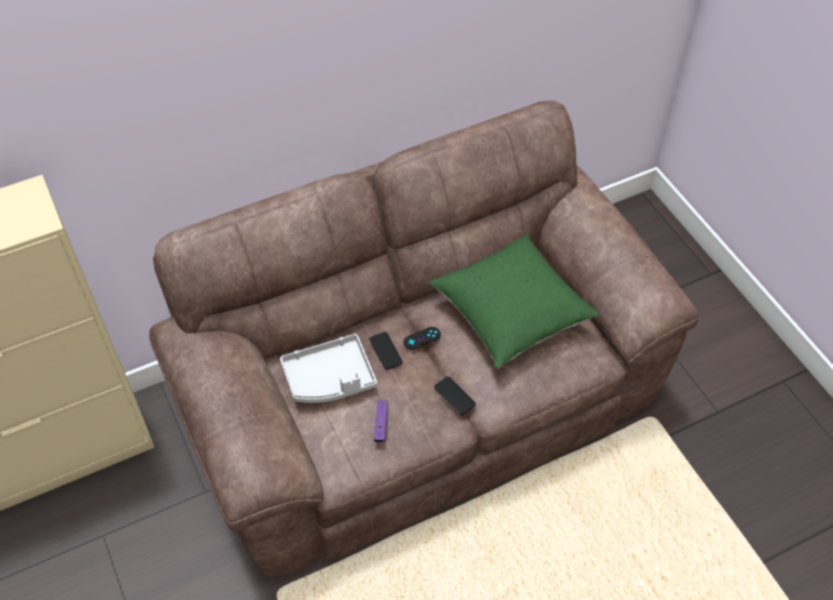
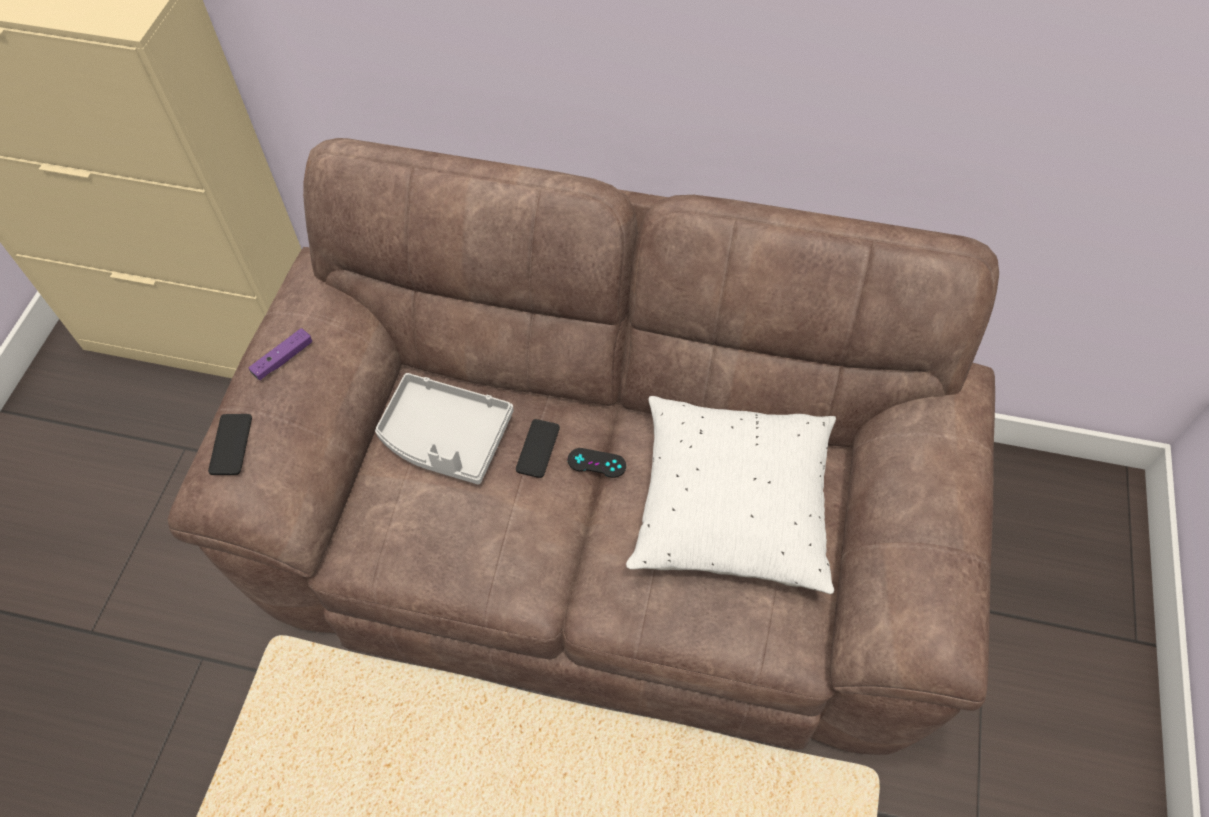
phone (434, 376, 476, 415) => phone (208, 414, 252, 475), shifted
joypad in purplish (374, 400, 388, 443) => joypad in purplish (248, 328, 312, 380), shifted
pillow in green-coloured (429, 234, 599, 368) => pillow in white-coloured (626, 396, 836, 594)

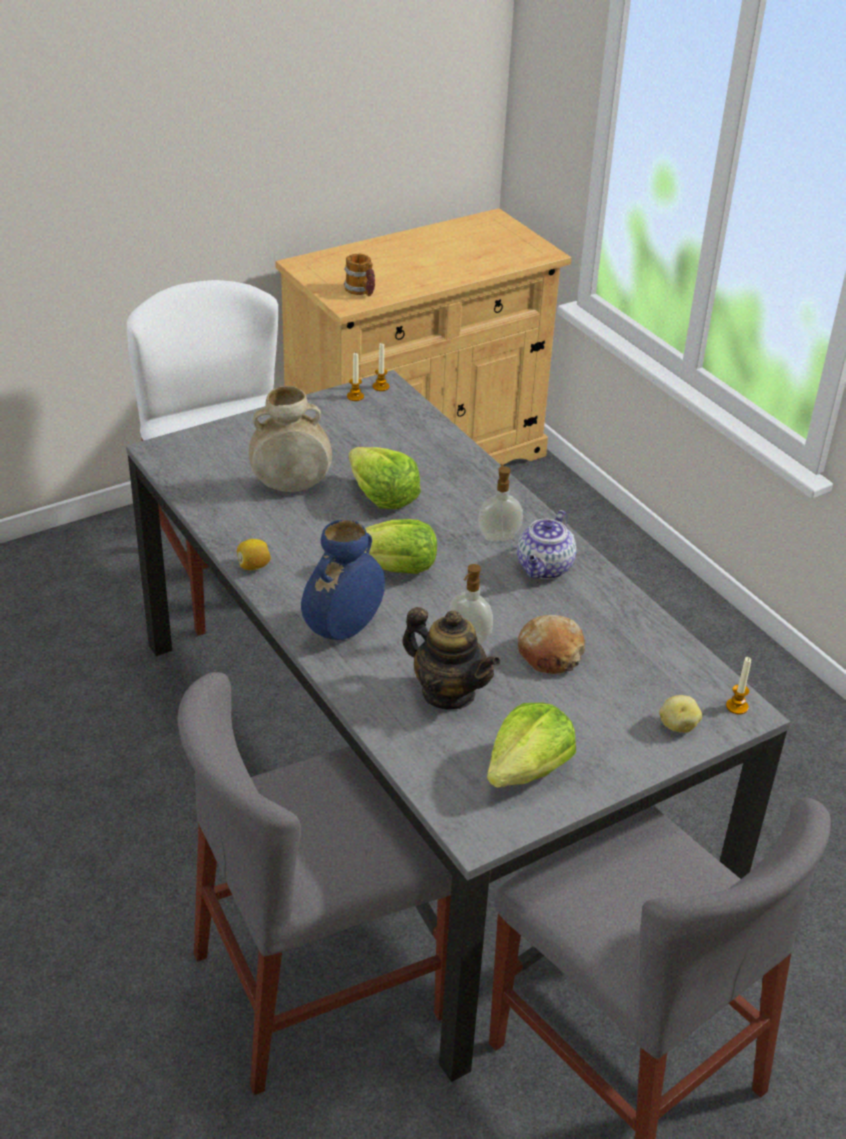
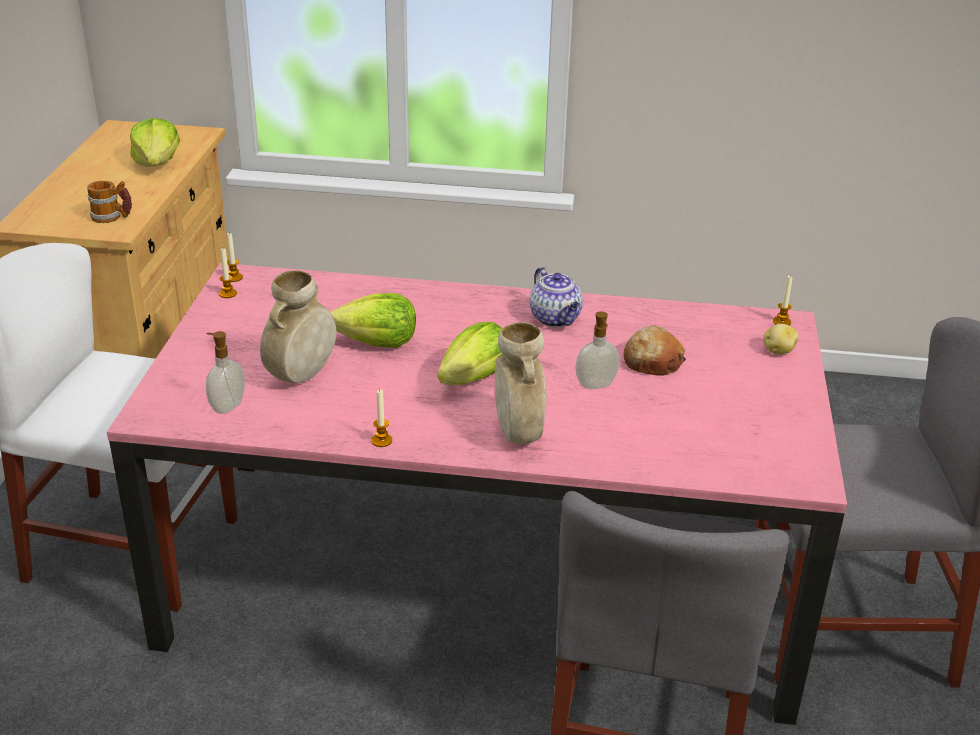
dinner table in greyish (126, 370, 790, 1082) => dinner table in pink (107, 263, 847, 725)
lettuce (487, 702, 576, 788) => lettuce (130, 118, 180, 167), shifted
soap dispenser (478, 464, 523, 541) => soap dispenser (206, 331, 245, 414), shifted
citrus fruit (237, 539, 271, 570) => wax light (371, 389, 392, 447)
vase in bluish (301, 520, 385, 640) => vase in beige-coloured (495, 322, 547, 444)
teapot (402, 607, 500, 709) => nothing

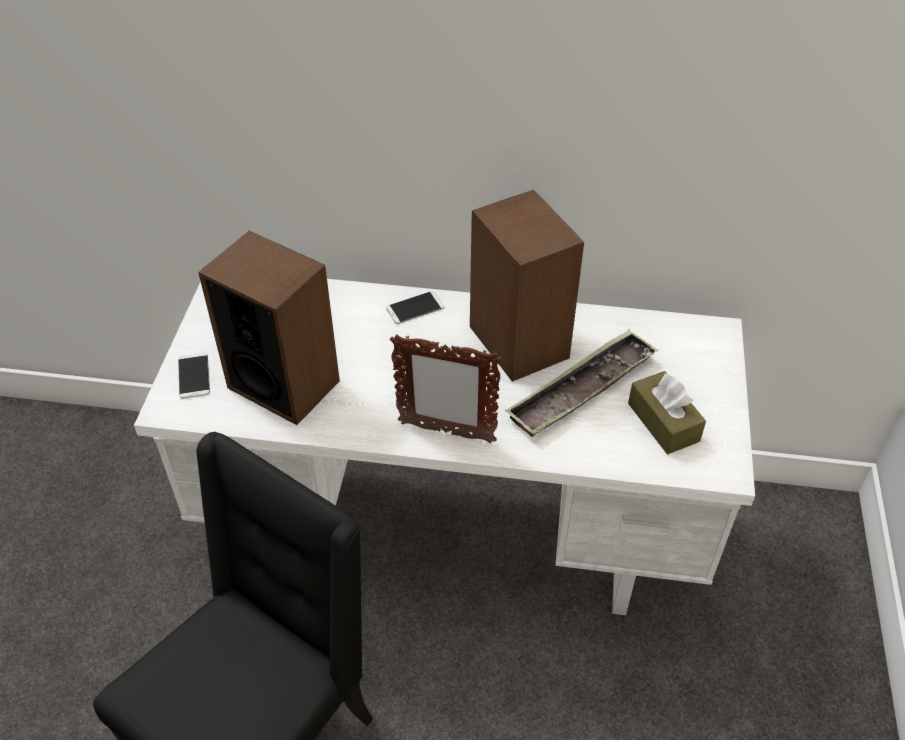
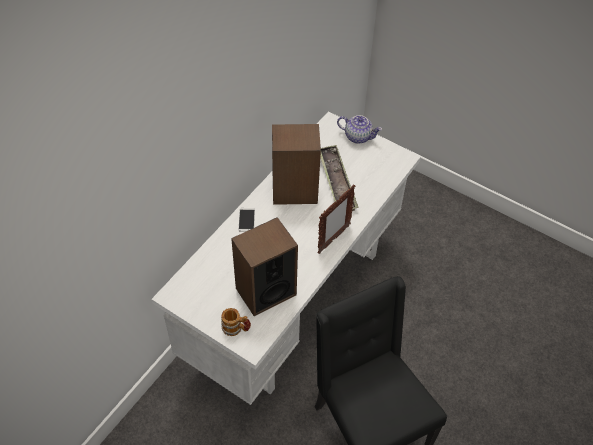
phone (178, 353, 210, 399) => mug (221, 308, 251, 336)
nothing => teapot (337, 115, 382, 144)
tissue holder in brown (628, 371, 706, 454) => nothing

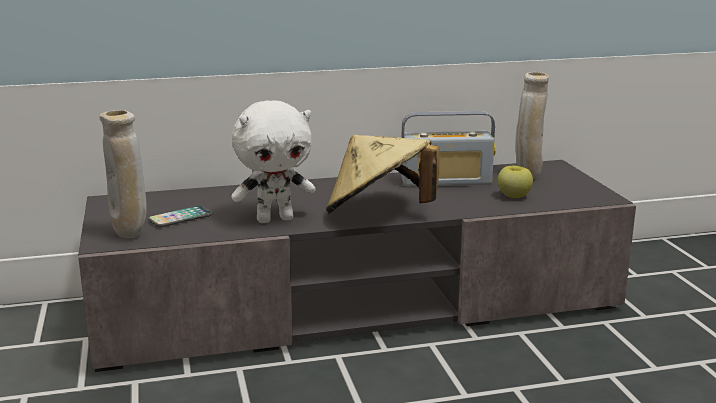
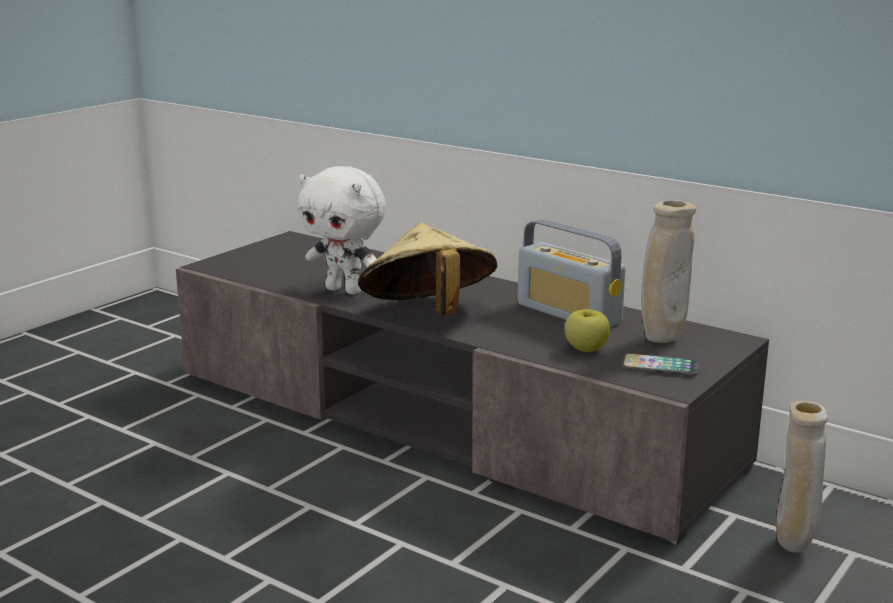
phone (148, 206, 212, 227) => phone (622, 354, 699, 376), shifted
vase in beige-coloured (99, 110, 147, 238) => vase in beige-coloured (776, 401, 828, 553), shifted

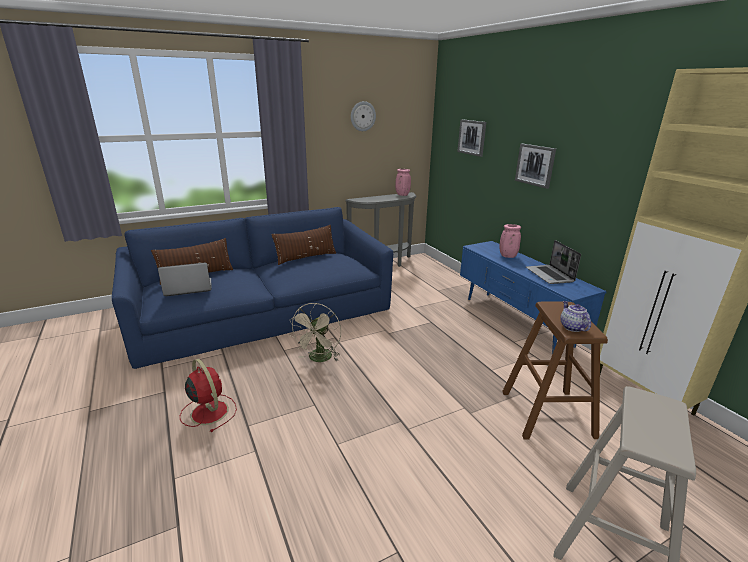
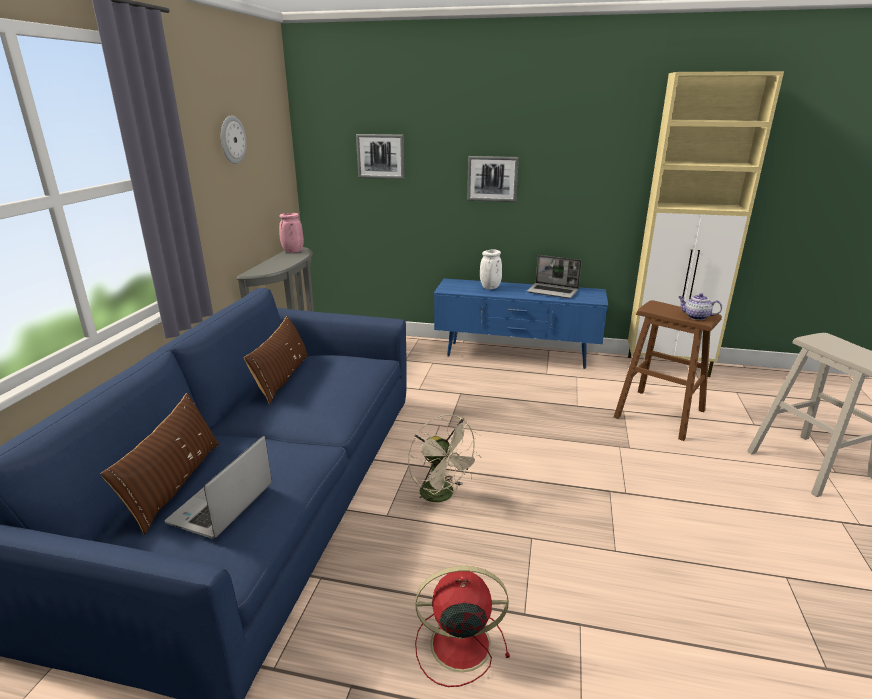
vase in pink (499, 224, 521, 258) => vase in white-coloured (480, 249, 502, 289)

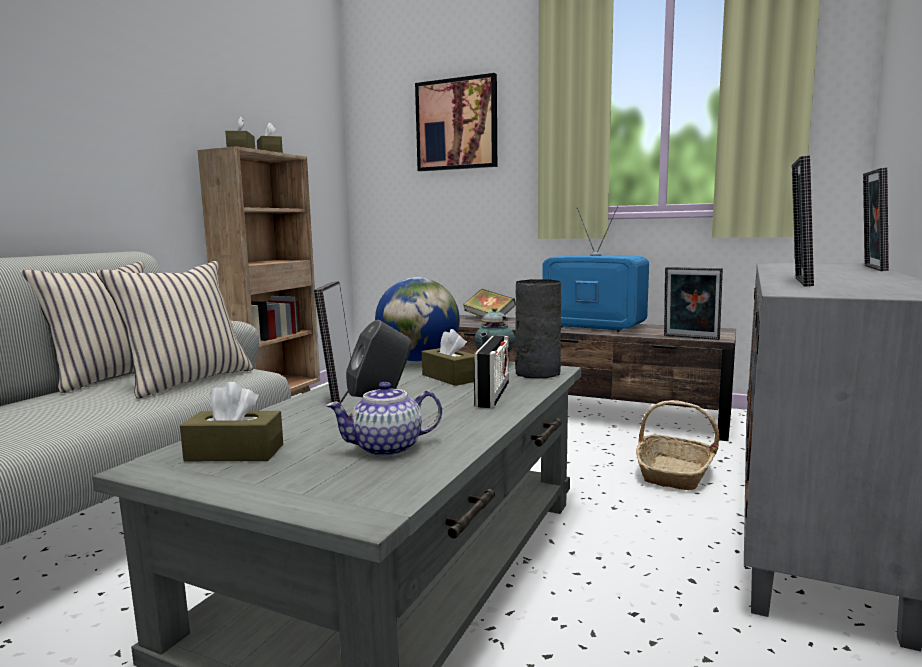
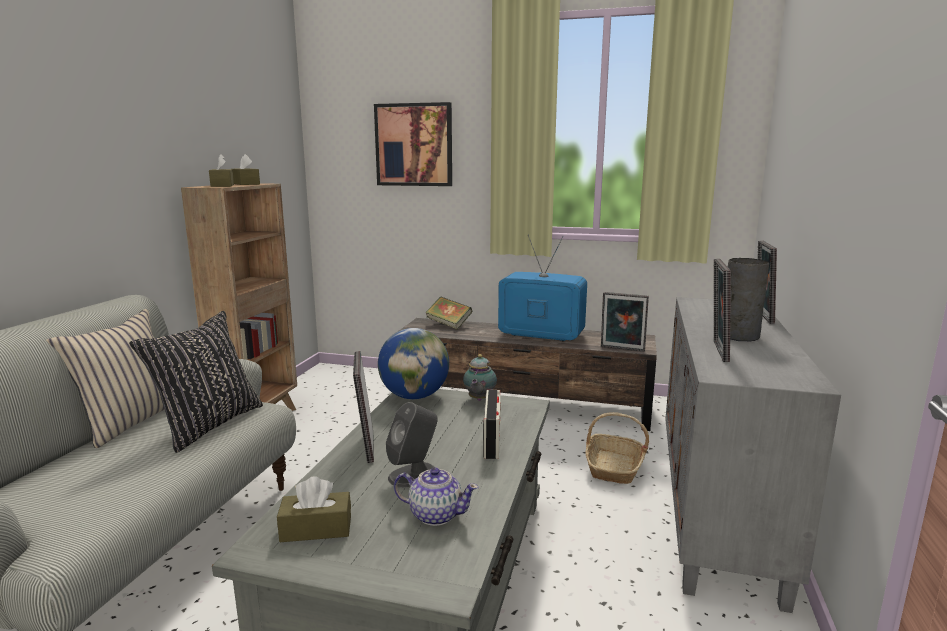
pillow in beige-coloured (96, 261, 253, 399) => pillow in blackish (129, 311, 263, 453)
teapot (326, 382, 442, 457) => teapot (394, 468, 479, 526), 135 degrees counterclockwise
vase in greyish (515, 279, 561, 379) => vase in greyish (728, 258, 769, 342), shifted
tissue holder in brown (422, 329, 475, 386) => nothing

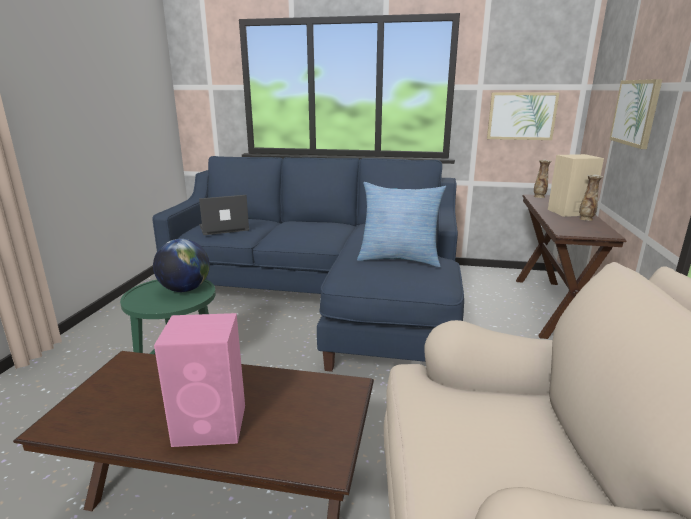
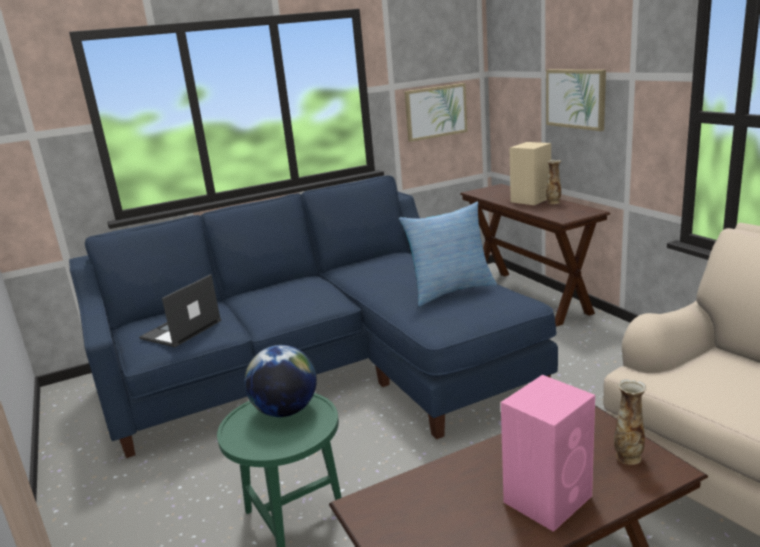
vase (534, 160, 551, 198) => vase (614, 379, 647, 465), shifted

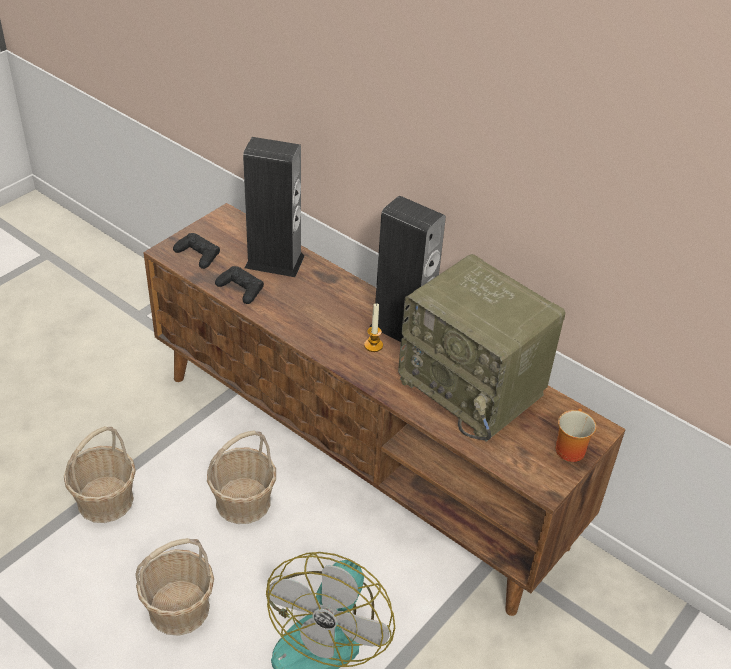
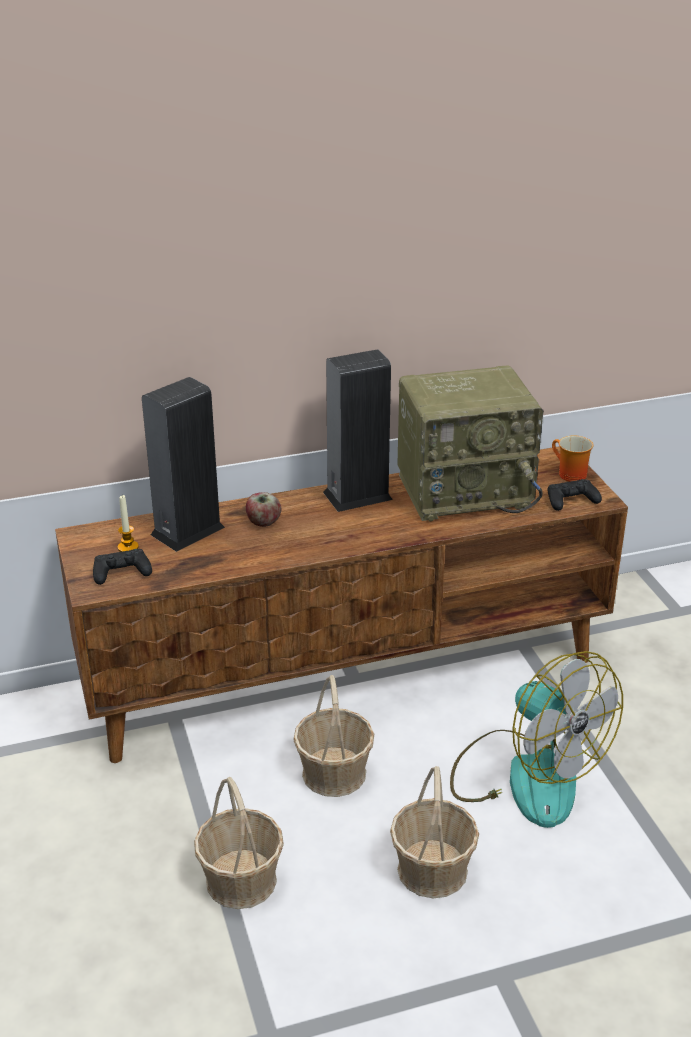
wax light (364, 303, 383, 352) => wax light (118, 495, 139, 552), shifted
nothing => whole apple (246, 492, 281, 527)
joypad in blackish (215, 266, 264, 304) => joypad in blackish (547, 479, 602, 511), shifted

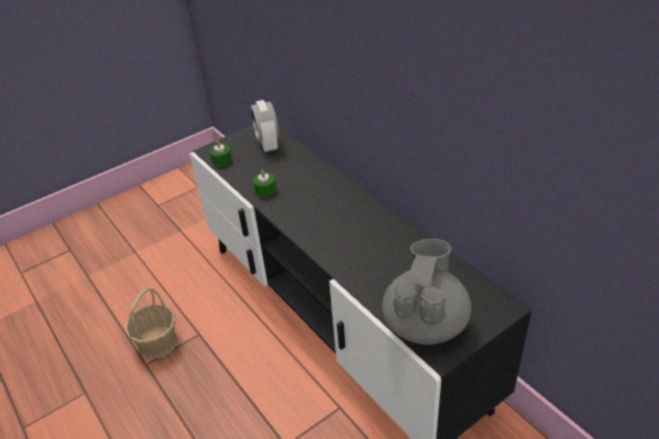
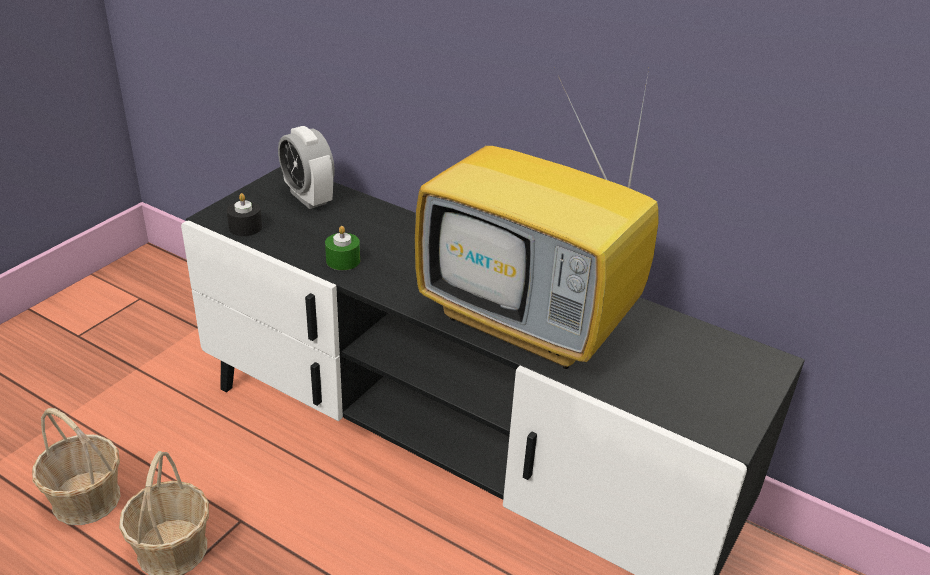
nothing => household basket (32, 408, 121, 525)
wax light in green-coloured (210, 141, 232, 167) => wax light in blackish (227, 193, 262, 236)
nothing => TV set (415, 69, 658, 369)
teapot in greyish (382, 239, 471, 345) => nothing

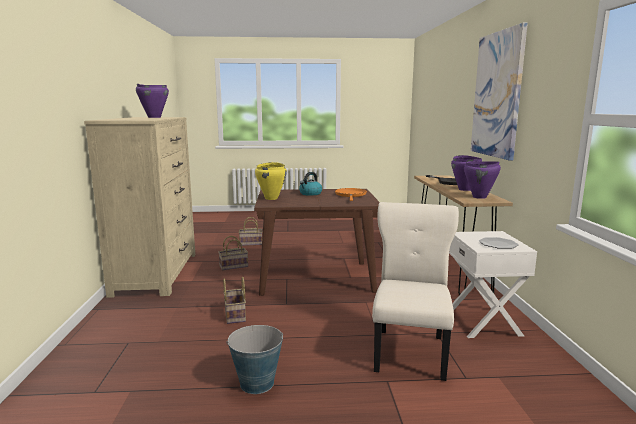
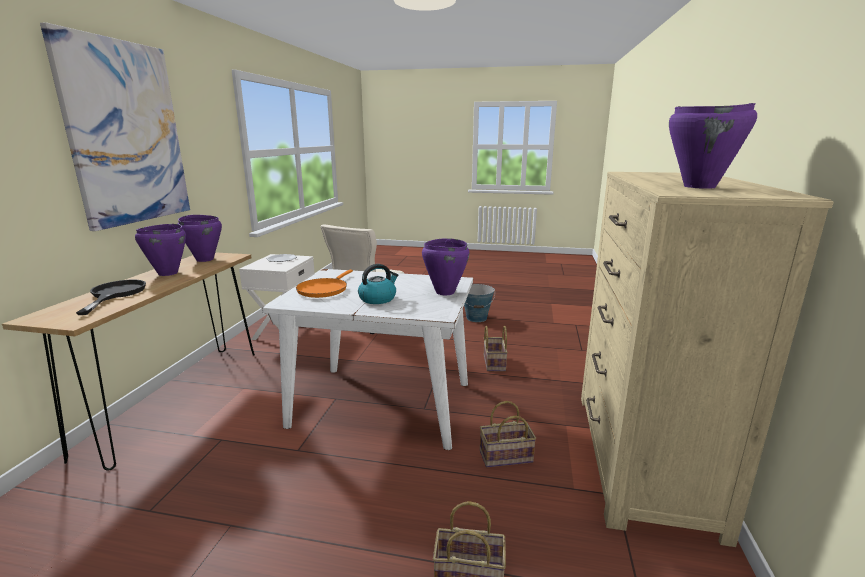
dinner table in brown (254, 189, 380, 296) => dinner table in white-coloured (262, 269, 473, 450)
saucepot in yellowish (255, 162, 287, 200) => saucepot in purplish (422, 238, 470, 295)

